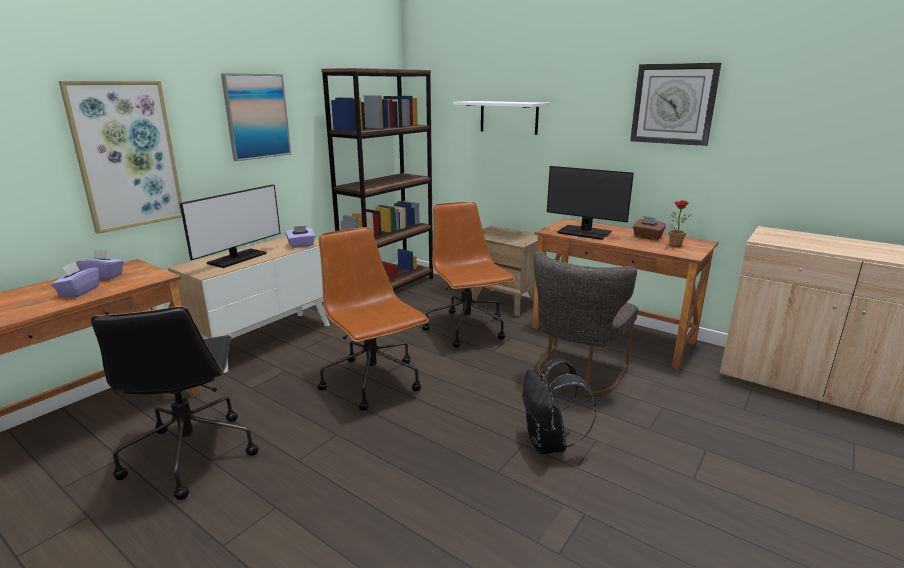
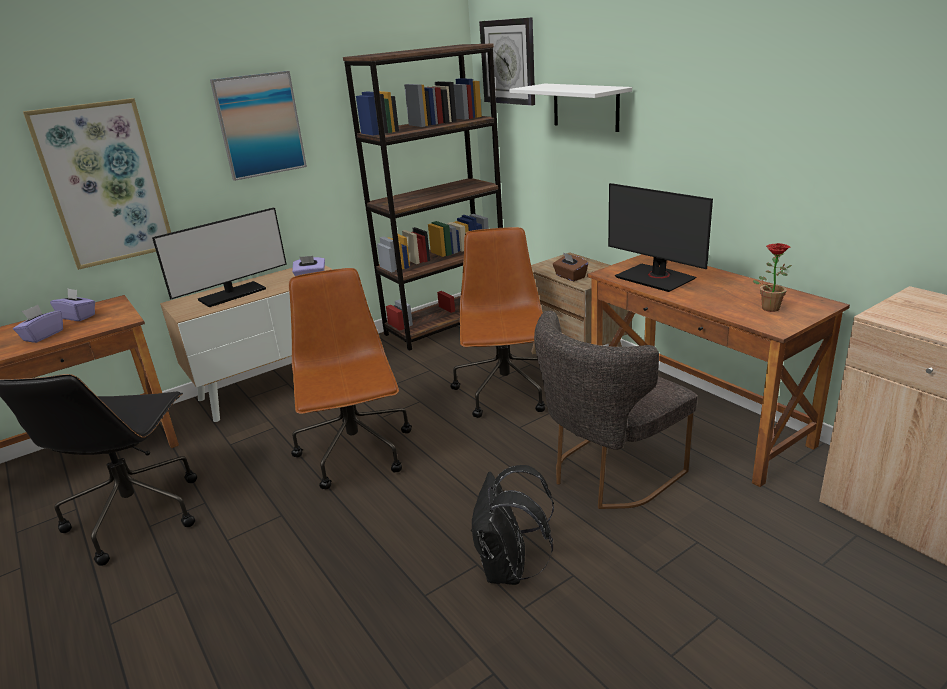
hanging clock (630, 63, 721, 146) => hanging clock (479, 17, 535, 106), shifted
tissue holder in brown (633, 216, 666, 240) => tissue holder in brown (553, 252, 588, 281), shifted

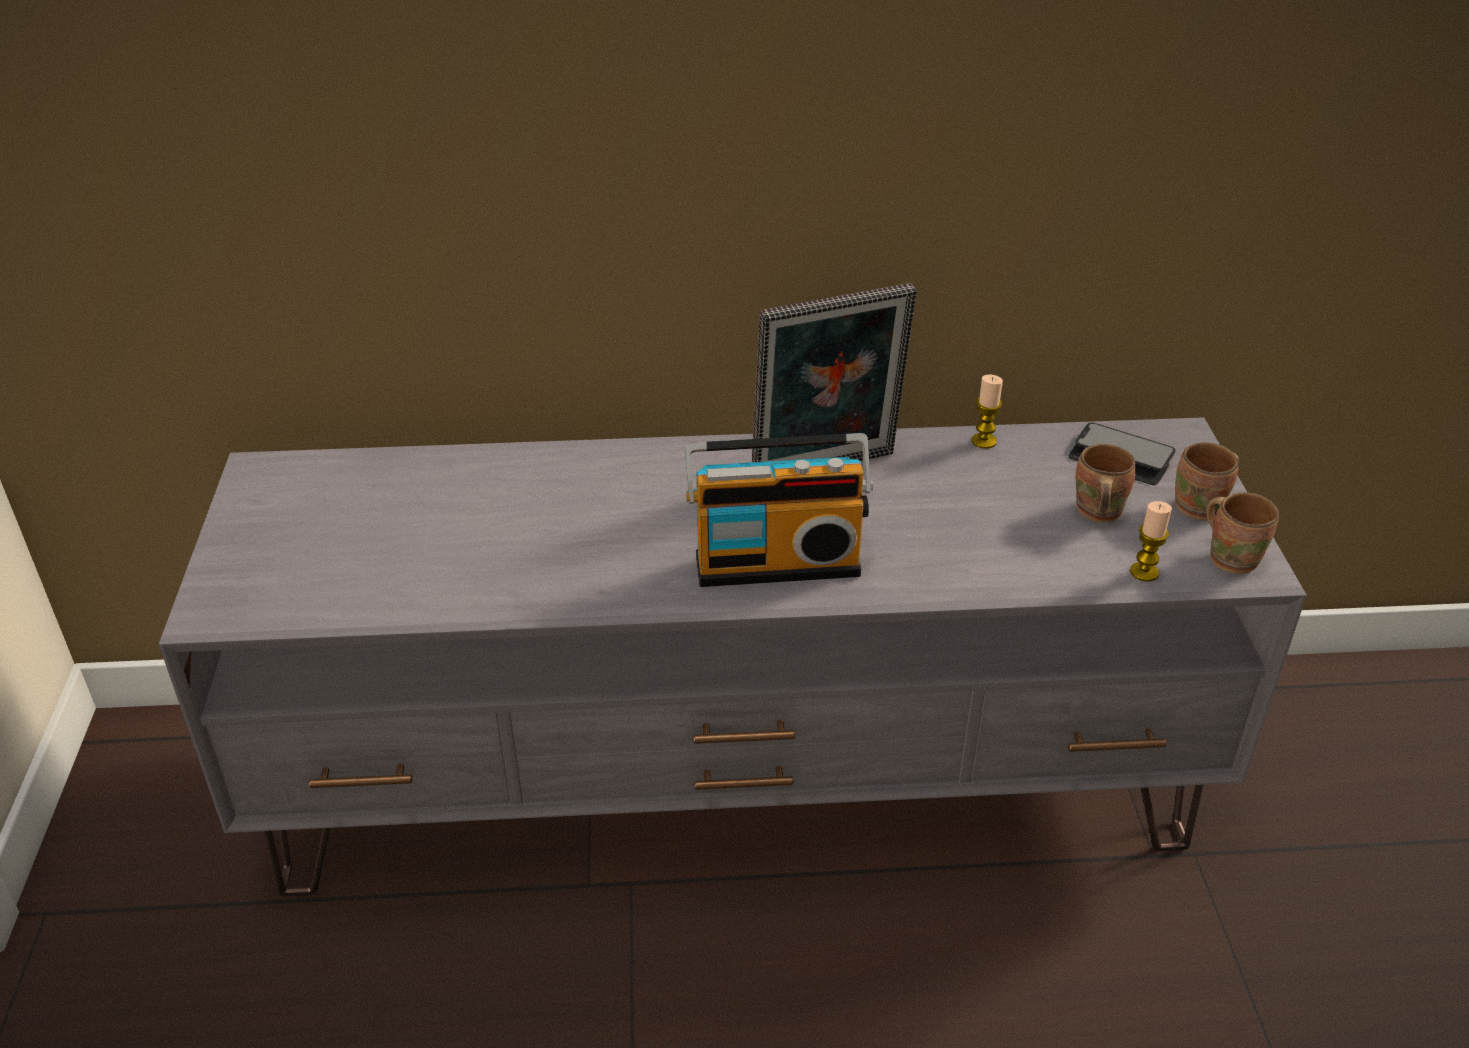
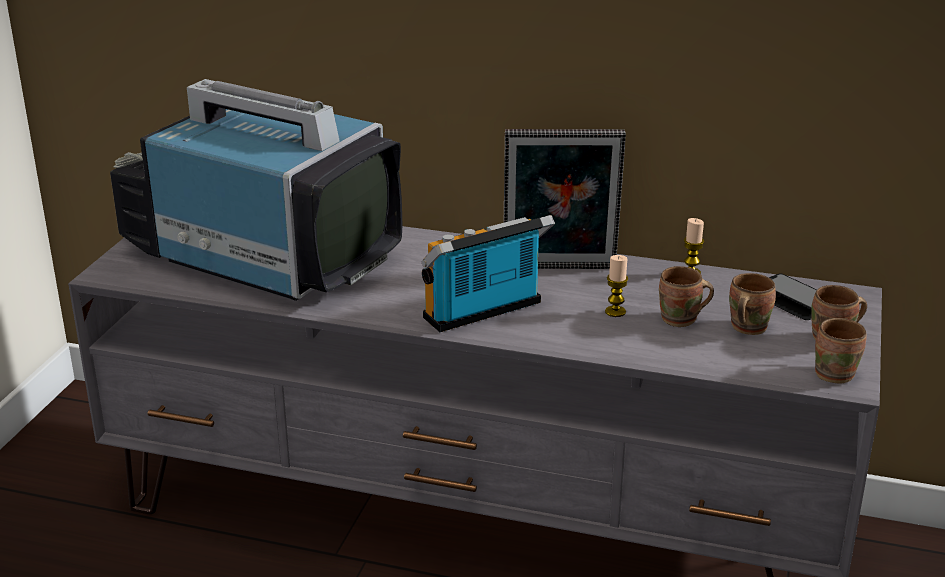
nothing => TV set (110, 79, 402, 301)
radio (685, 433, 873, 587) => radio (422, 215, 555, 332), 135 degrees clockwise
wax light (1130, 501, 1172, 582) => wax light (605, 255, 628, 317), shifted
nothing => mug in brown (659, 266, 714, 327)

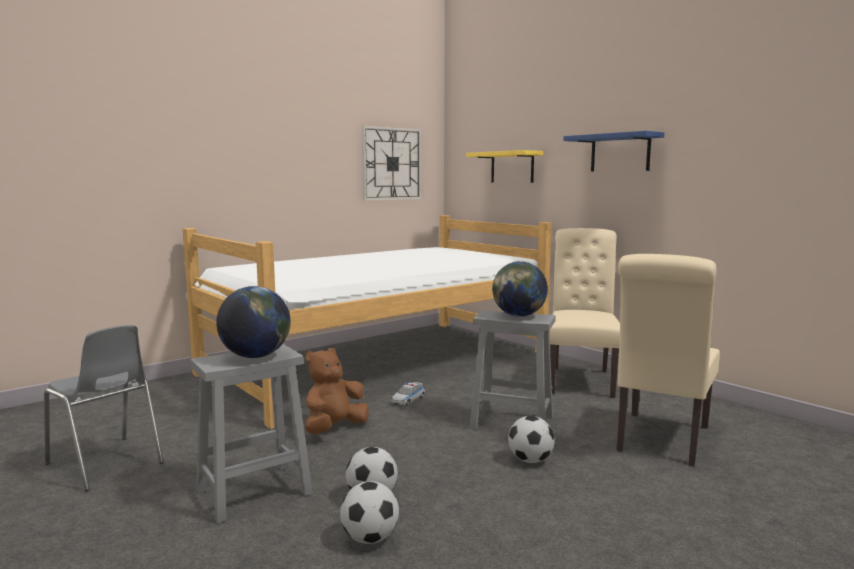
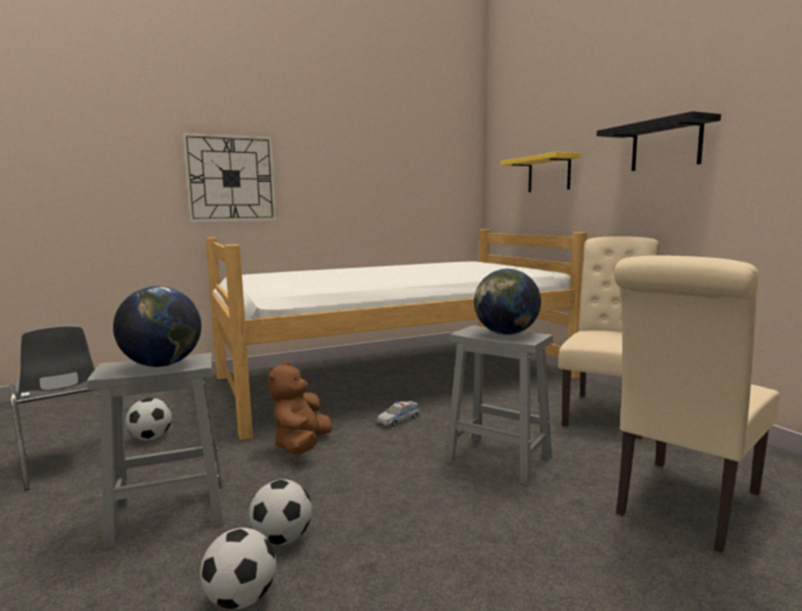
football (508, 416, 555, 463) => football (126, 398, 172, 440), shifted
hanging clock (362, 126, 422, 201) => hanging clock (182, 132, 276, 222), shifted
cuddly toy in brown (305, 348, 369, 434) => cuddly toy in brown (268, 361, 332, 455), 45 degrees counterclockwise
wall shelf in bluish (563, 131, 664, 171) => wall shelf in blackish (597, 111, 721, 171)

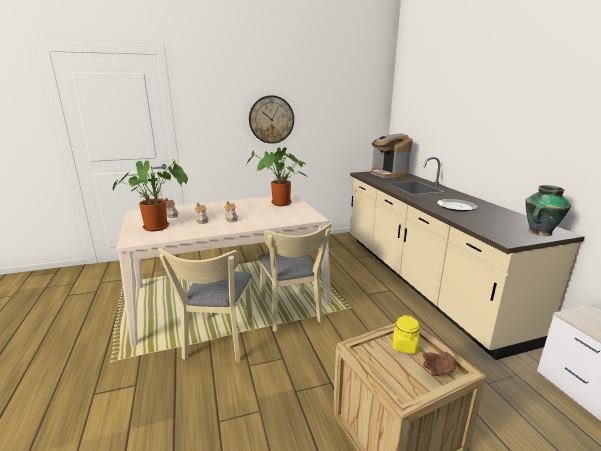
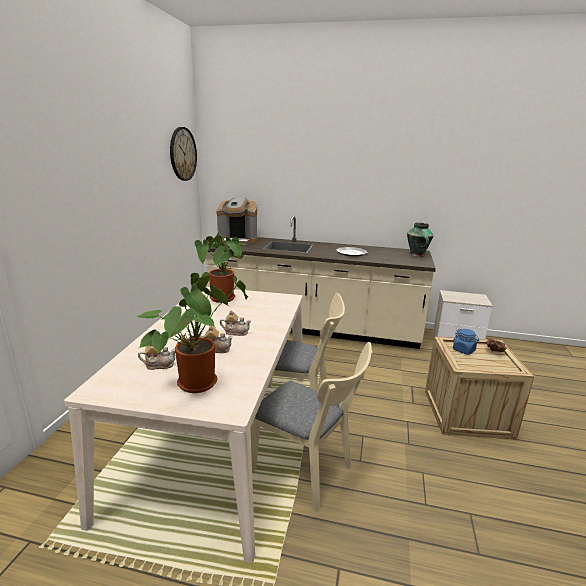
hanging clock (249, 95, 294, 144) => hanging clock (170, 127, 197, 181), shifted
preserve jar in yellowish (392, 315, 420, 354) => preserve jar in bluish (453, 329, 479, 355)

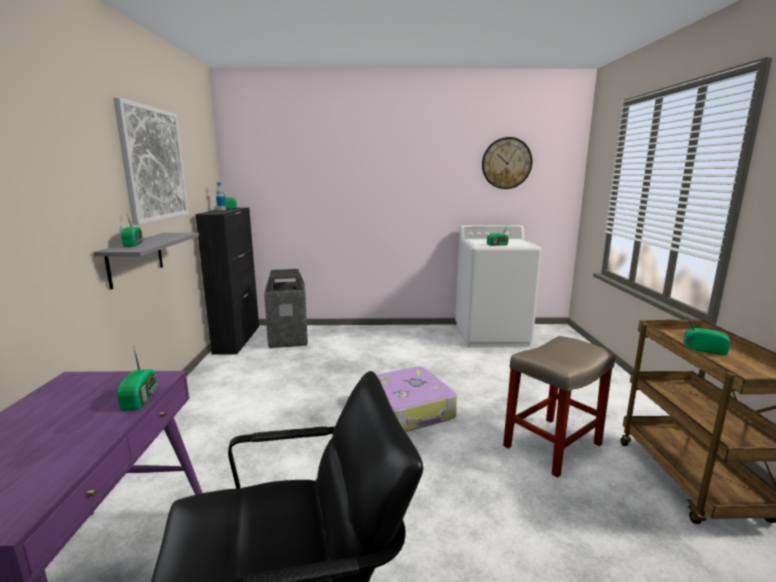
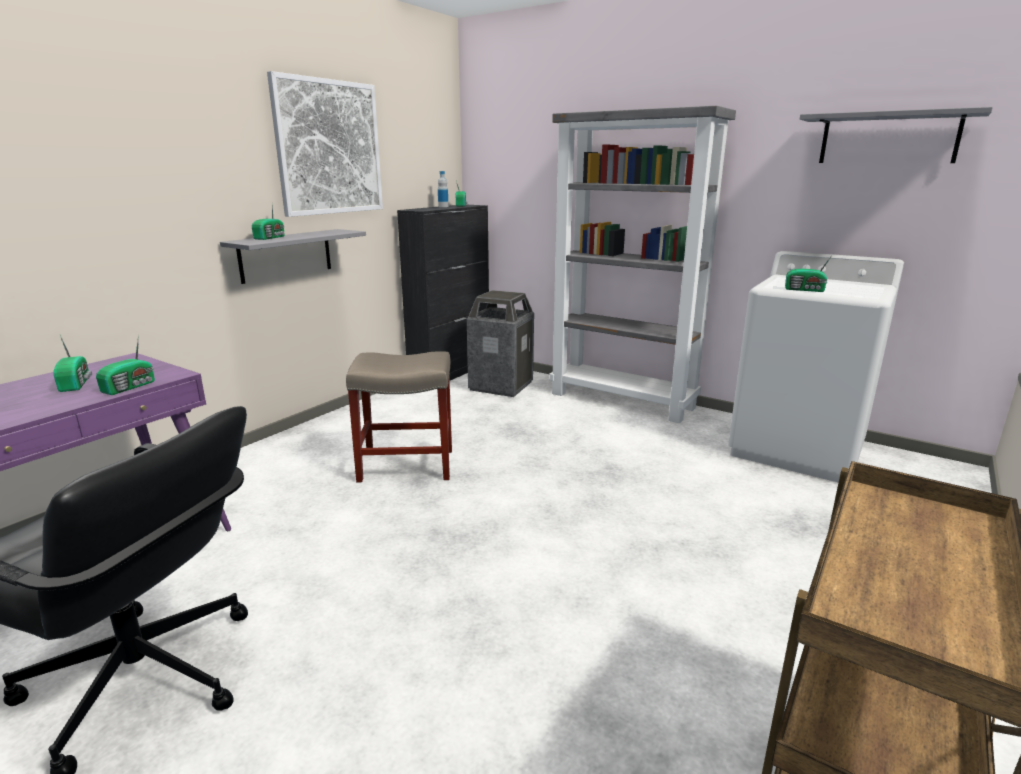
radio (684, 314, 731, 355) => radio (54, 335, 92, 392), shifted
stool seat in beige-coloured (503, 336, 615, 478) => stool seat in beige-coloured (346, 351, 452, 483), shifted
nothing => bookshelf in greyish (549, 106, 736, 423)
hanging clock (482, 137, 532, 189) => wall shelf in greyish (800, 107, 993, 163)
suitcase (377, 366, 457, 432) => nothing

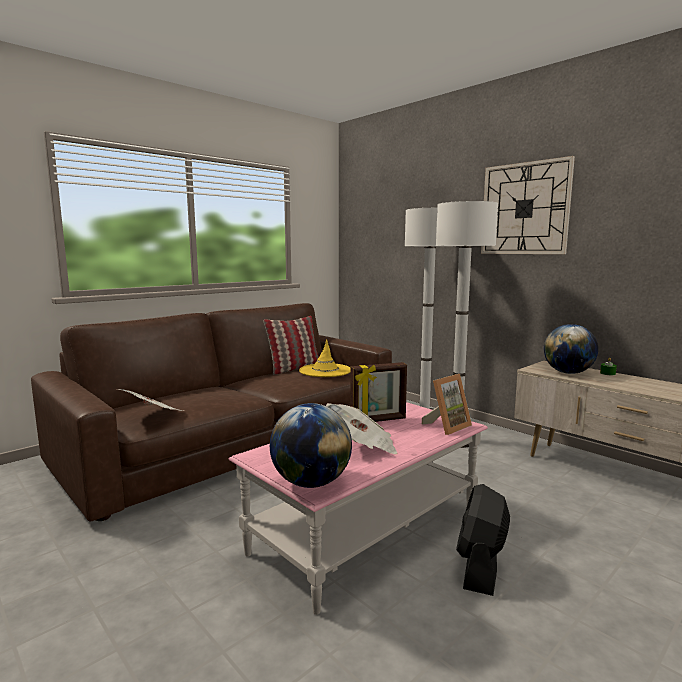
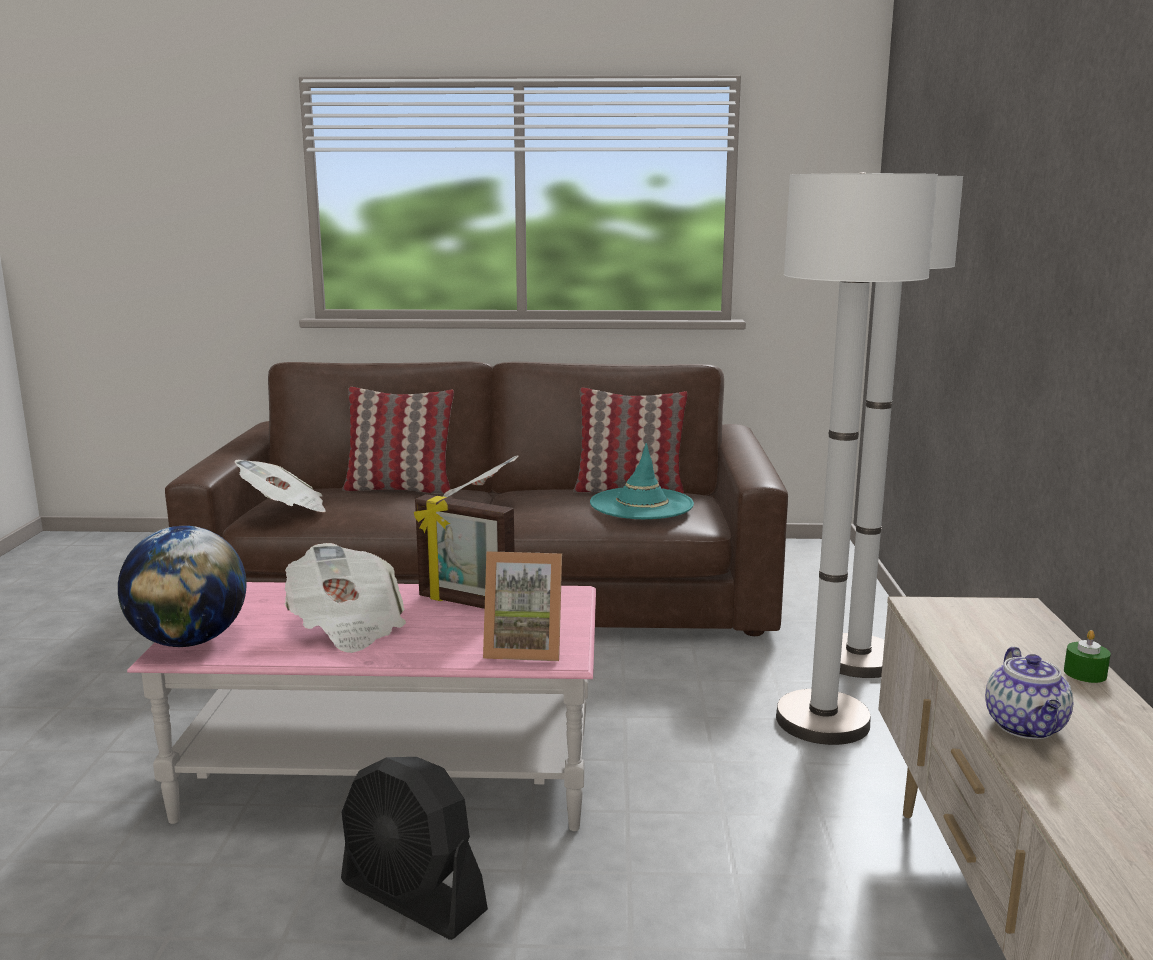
electric fan in blackish (456, 484, 510, 596) => electric fan in blackish (341, 757, 488, 940), 120 degrees counterclockwise
nothing => pillow (342, 387, 454, 494)
nothing => newspaper (443, 455, 518, 497)
clothing hat in yellowish (299, 339, 350, 377) => clothing hat in turquoise-coloured (590, 443, 694, 519)
nothing => teapot (985, 647, 1073, 739)
hanging clock (481, 156, 575, 254) => nothing
desk globe (544, 324, 598, 374) => nothing

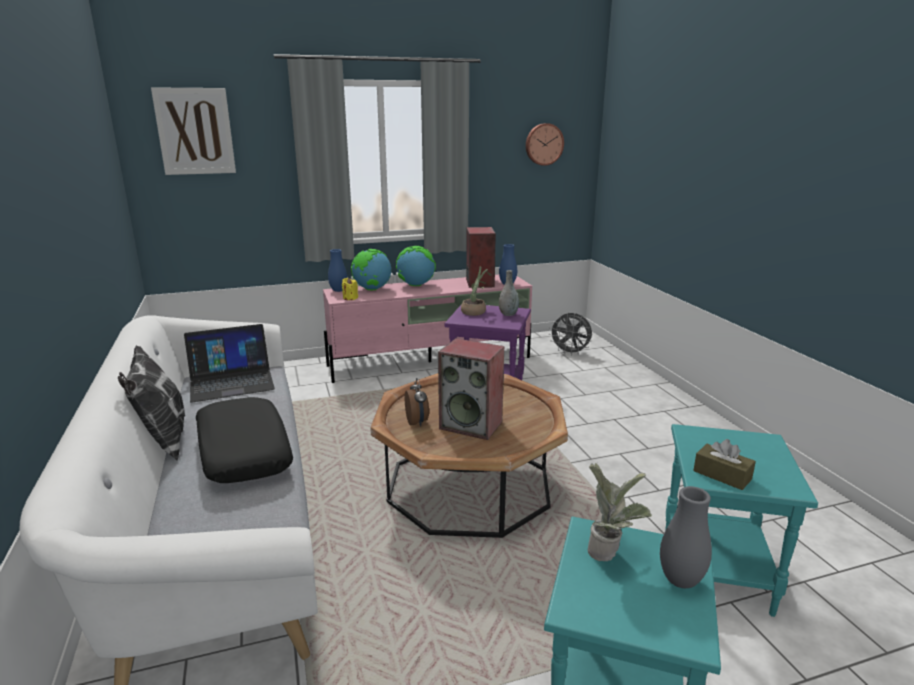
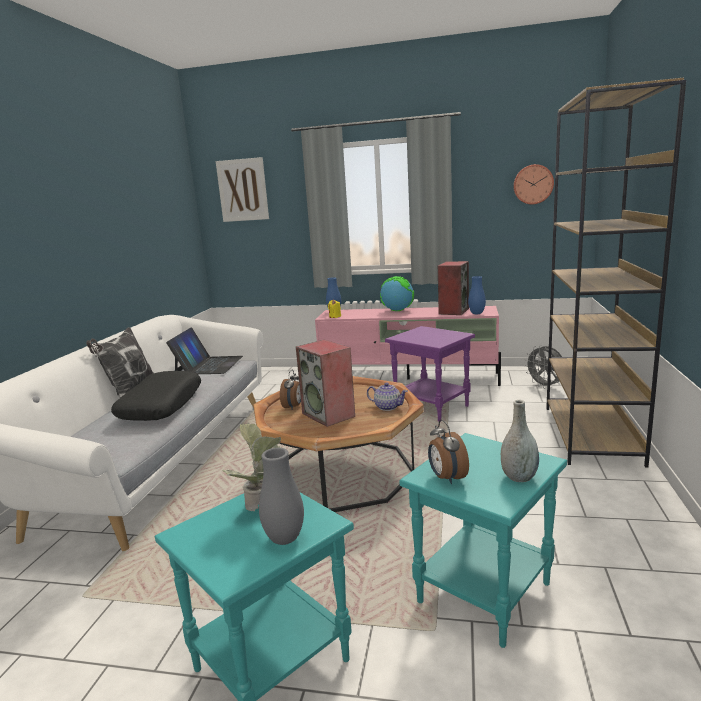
portable computer (184, 324, 275, 402) => portable computer (166, 327, 243, 374), 90 degrees counterclockwise
nothing => teapot (367, 383, 408, 411)
tissue holder in brown (693, 439, 756, 490) => bedside clock (428, 419, 469, 484)
vase in greyish (499, 270, 519, 316) => vase in greyish (501, 400, 539, 482), shifted
nothing => bookshelf in brown (546, 78, 686, 468)
desk globe (351, 249, 391, 290) => nothing
houseplant (461, 267, 492, 316) => nothing

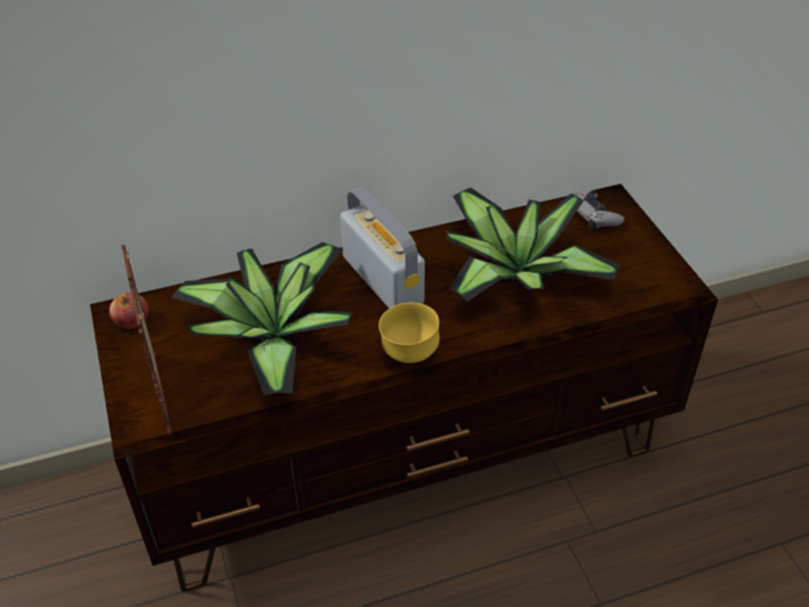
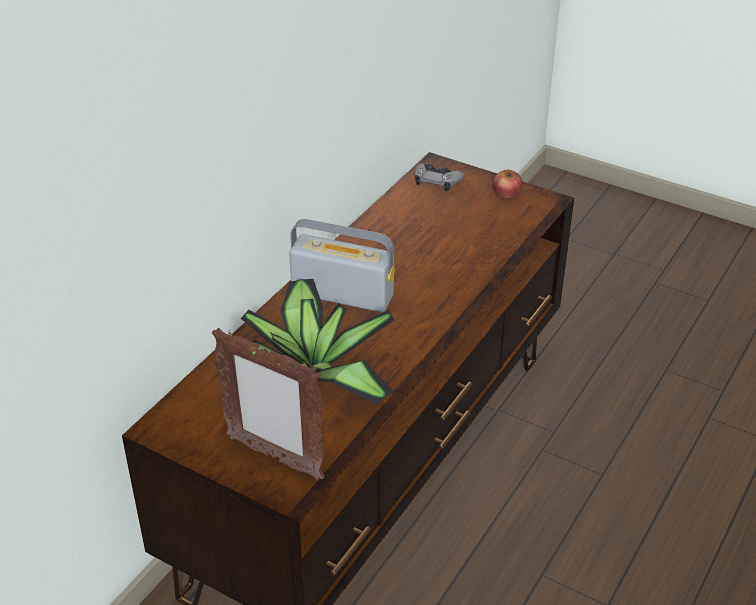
whole apple (109, 292, 149, 329) => whole apple (493, 170, 523, 198), shifted
bowl in yellowish (379, 302, 440, 363) => nothing
houseplant (447, 188, 620, 302) => nothing

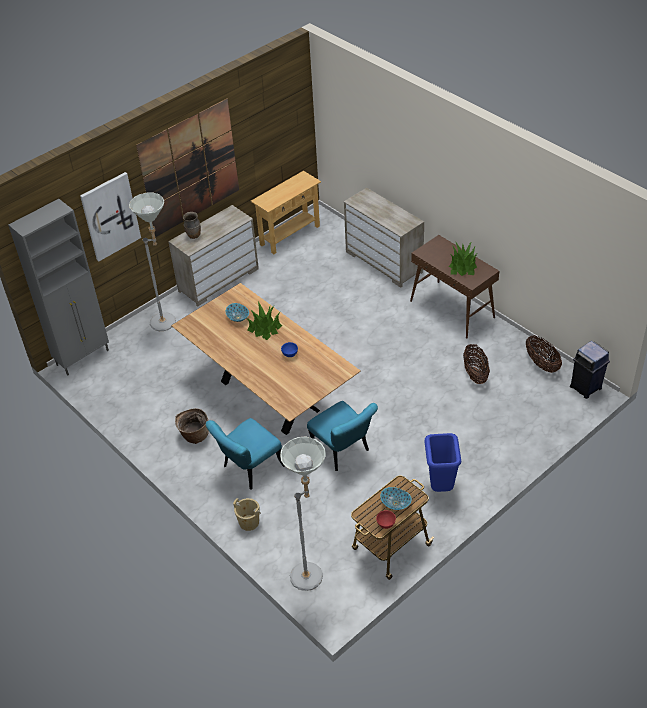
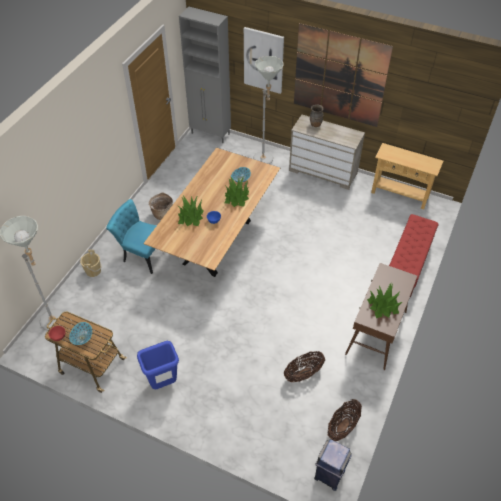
nothing => houseplant (177, 196, 204, 226)
chest of drawers in beige-coloured (344, 188, 424, 288) => bench in red-coloured (389, 214, 438, 297)
plain chair in turquoise-coloured (307, 401, 378, 471) => nothing

